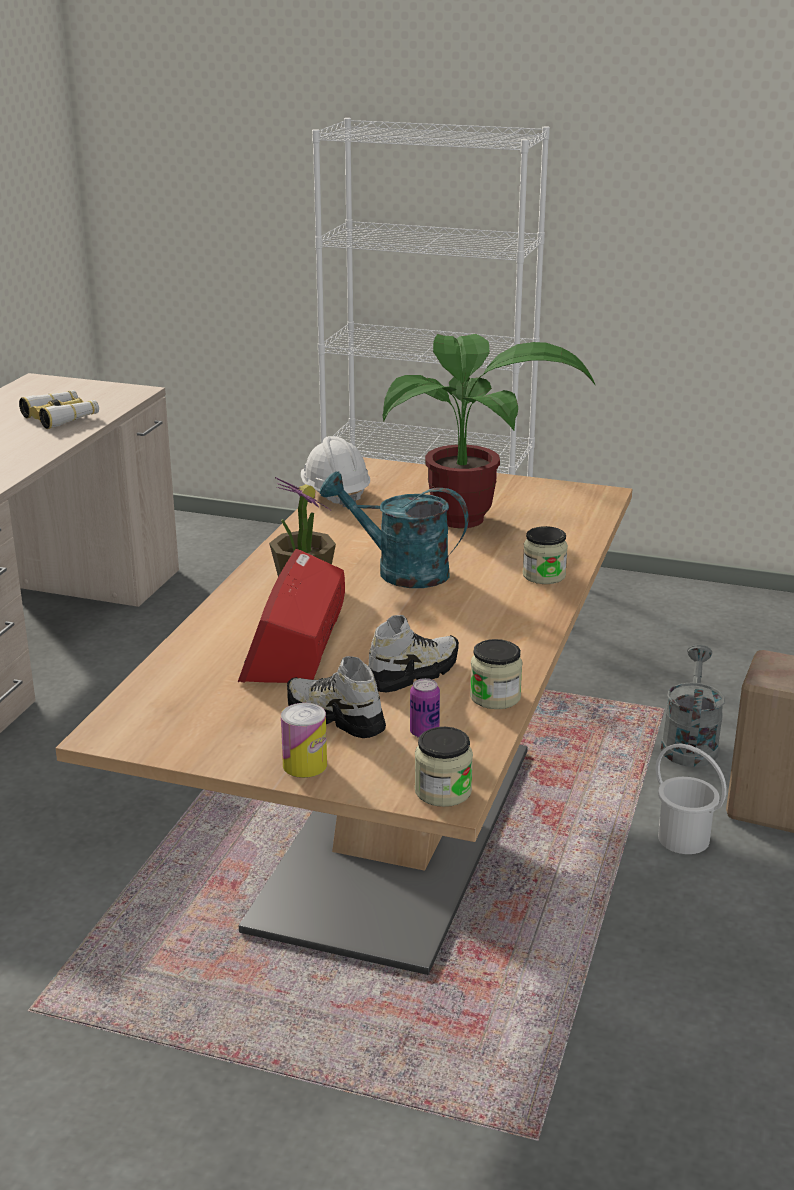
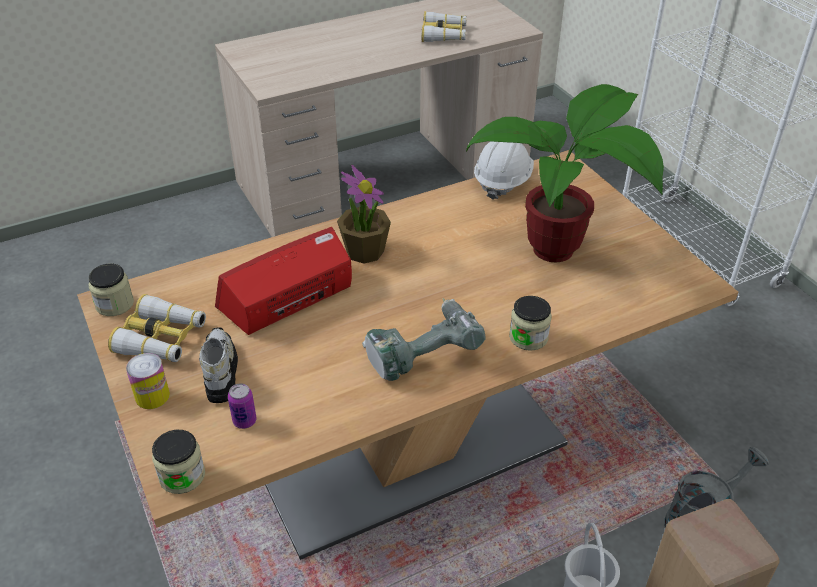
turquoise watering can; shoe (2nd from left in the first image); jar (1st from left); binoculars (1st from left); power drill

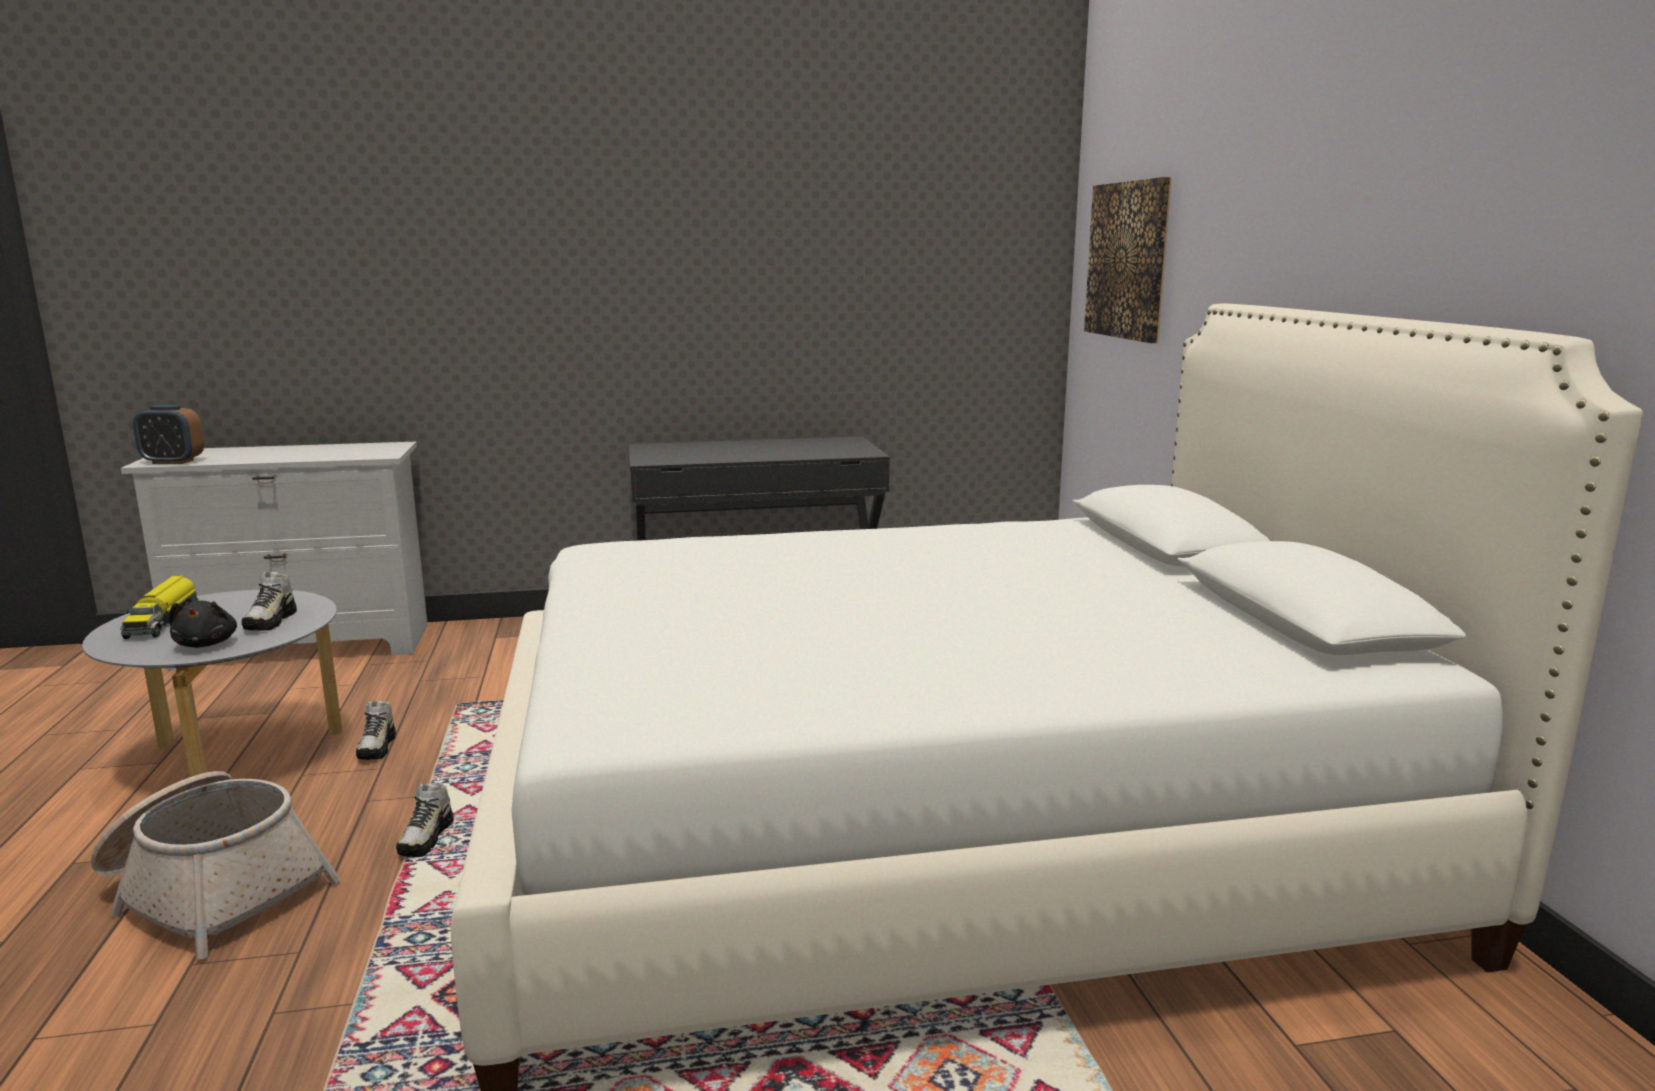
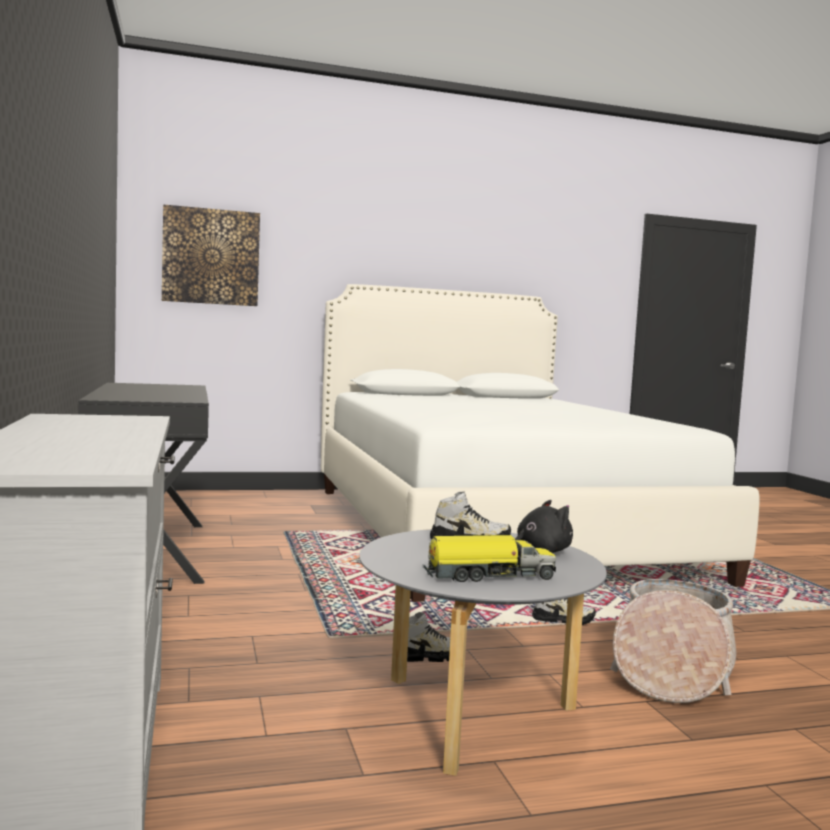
alarm clock

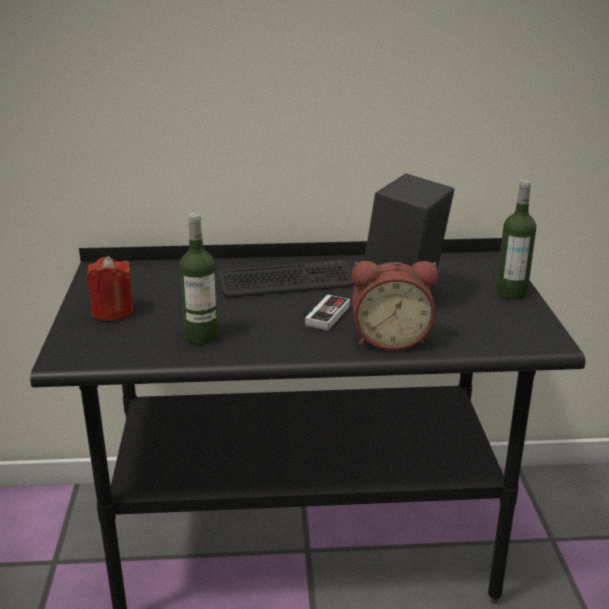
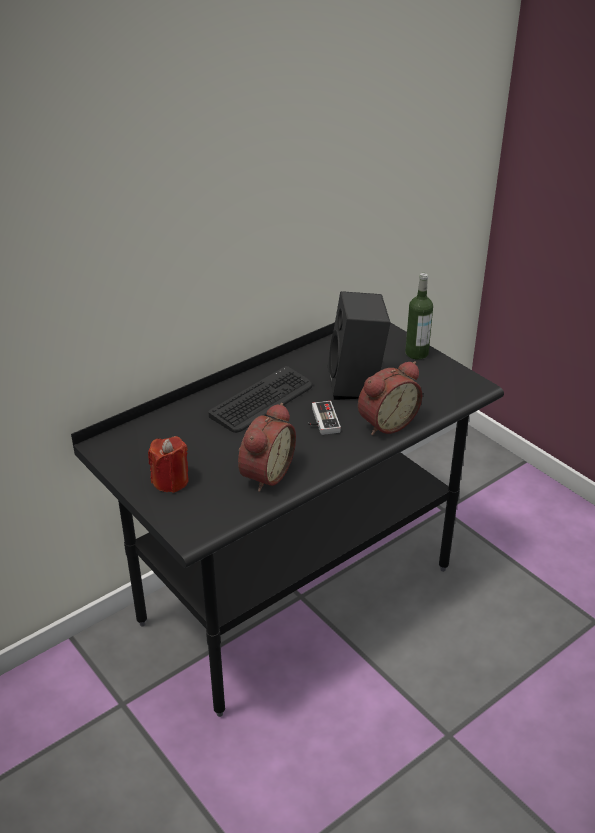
alarm clock (1st from left)

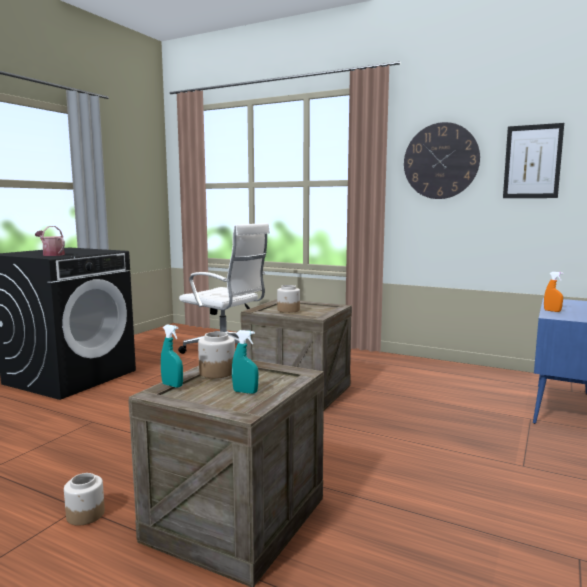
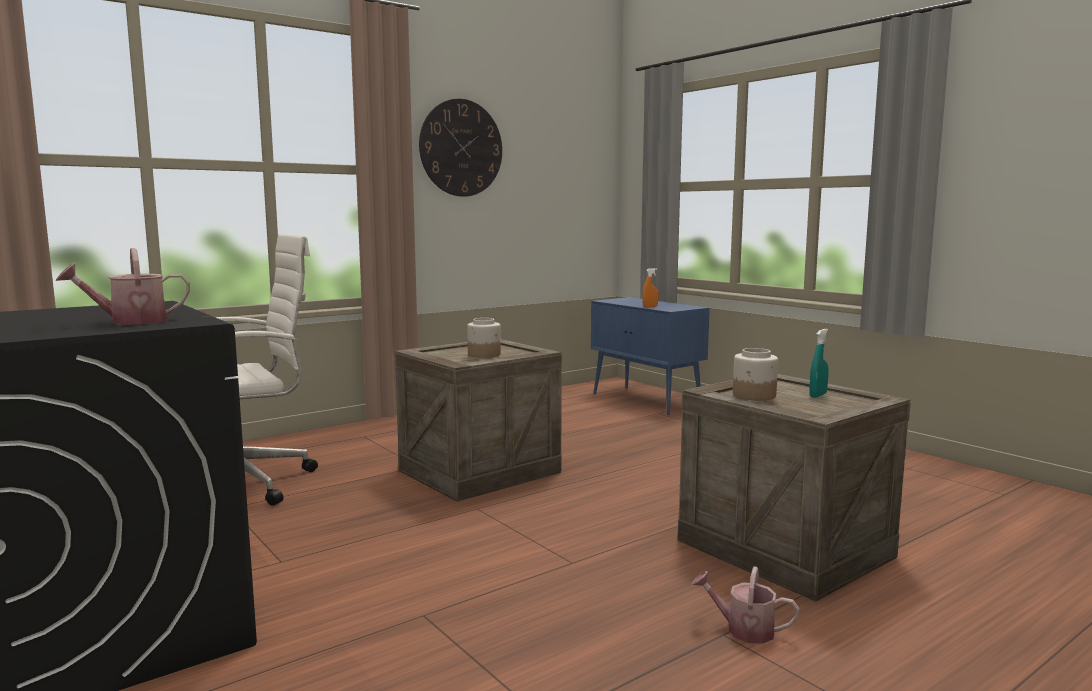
picture; turquoise spray bottle (1st from left in the first image); watering can (2nd from left)

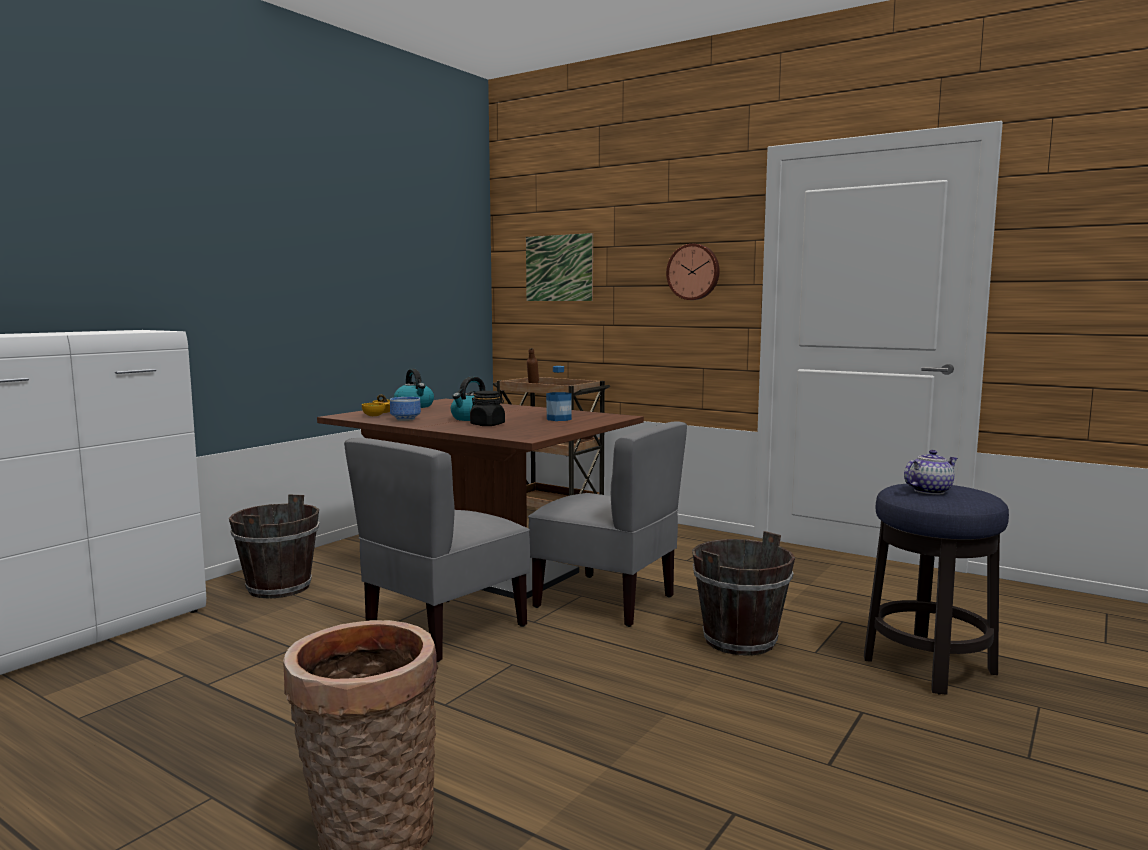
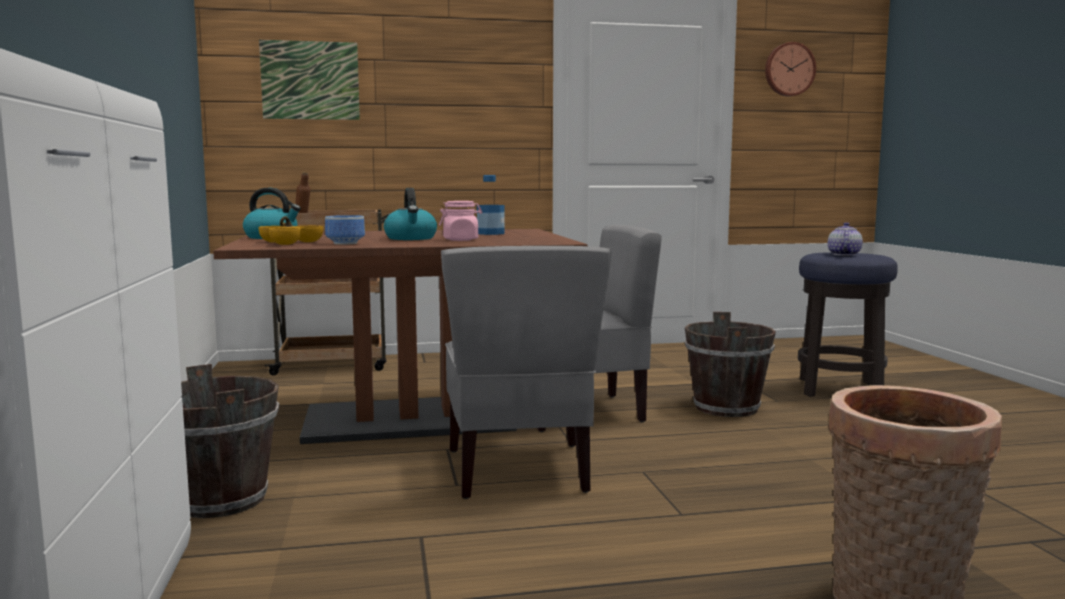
wall clock; pink jar

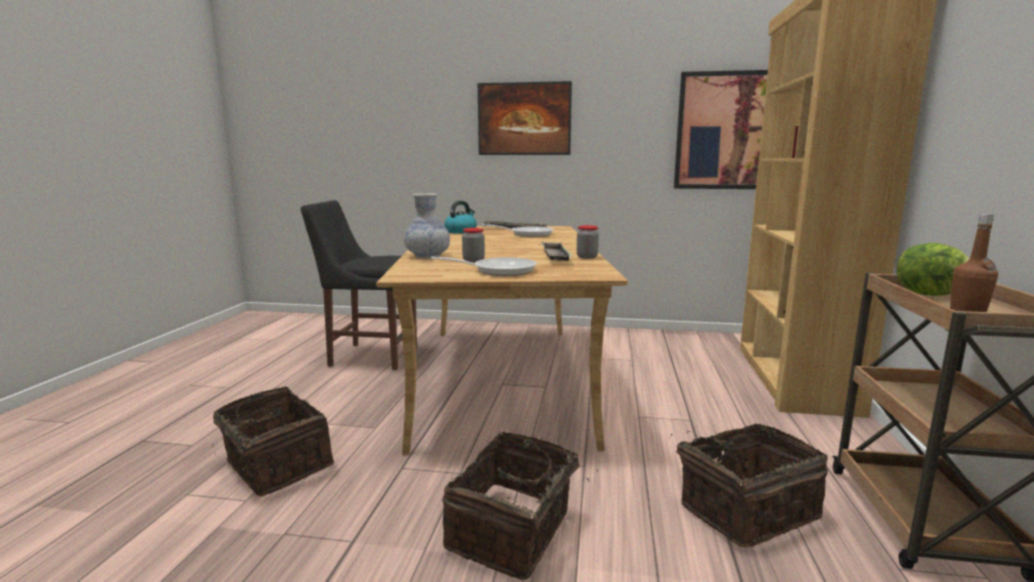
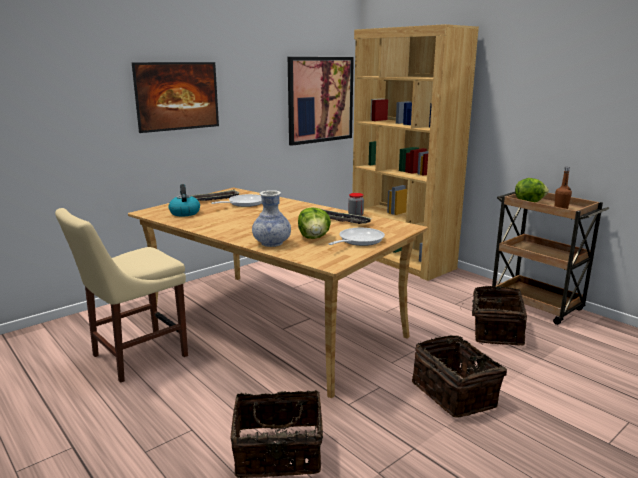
beige chair; lettuce (1st from left)

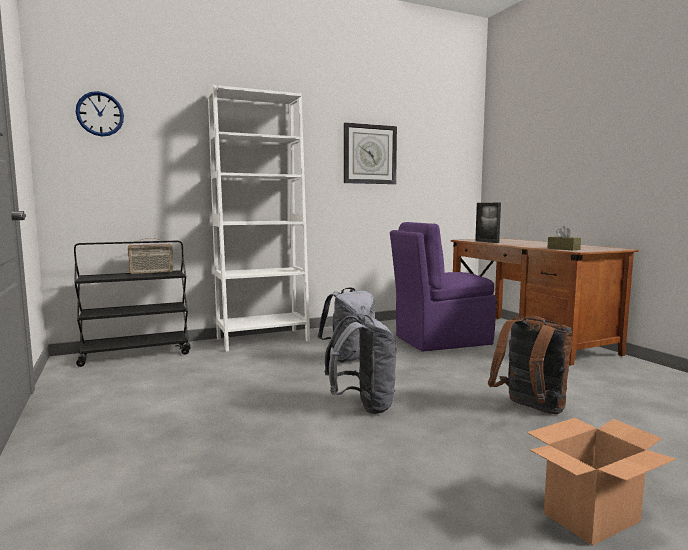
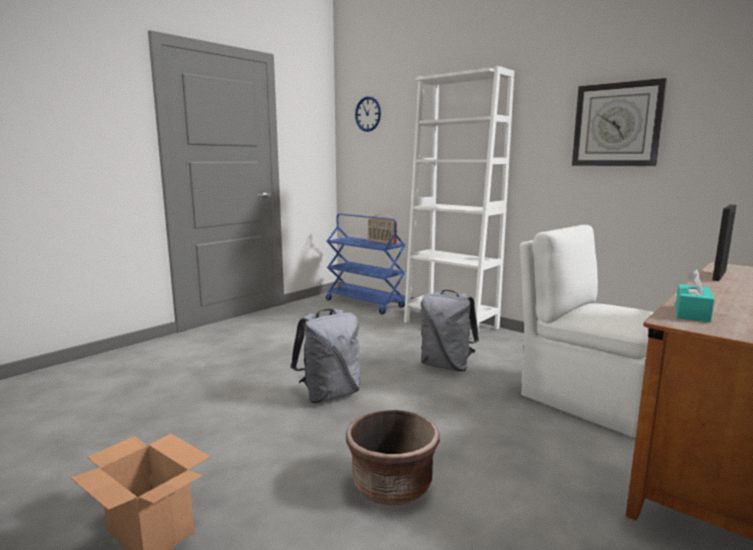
white chair; turquoise tissue box; blue cart; brown planter

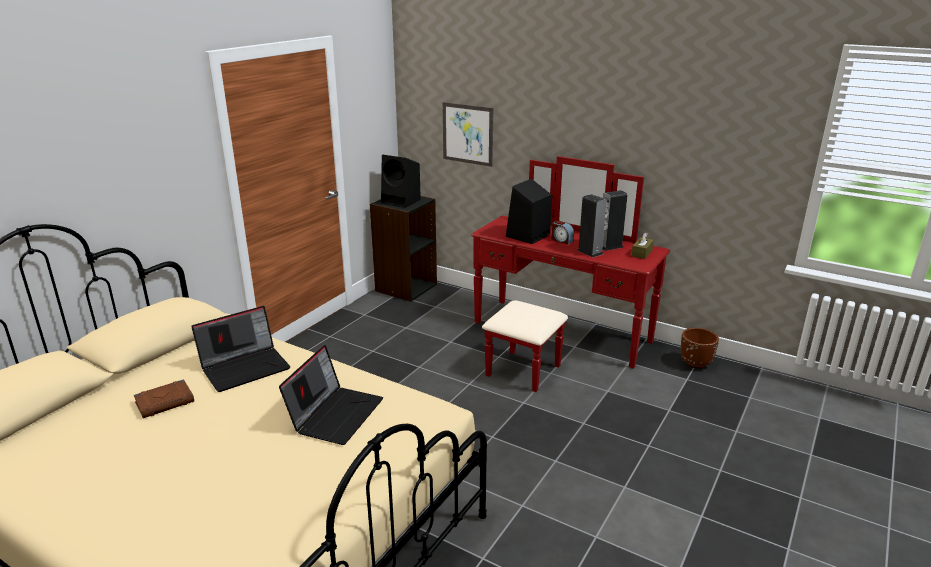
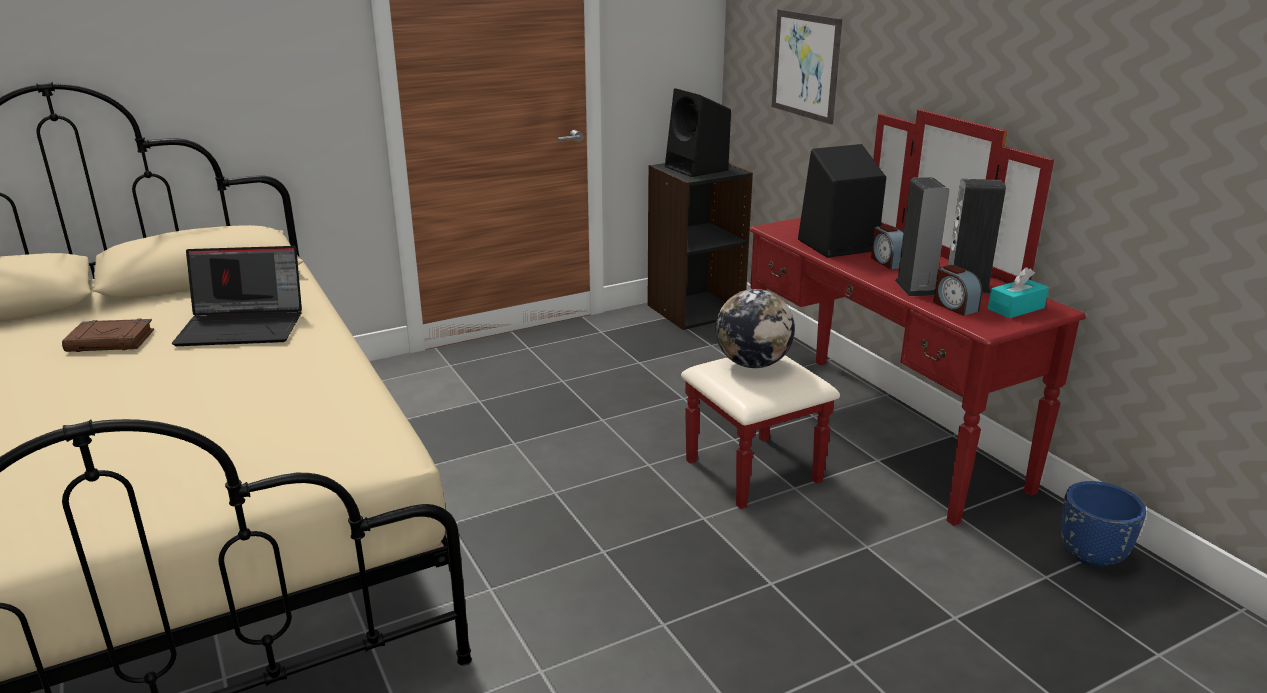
turquoise tissue box; blue planter; laptop (2nd from left in the first image); alarm clock (2nd from left); globe

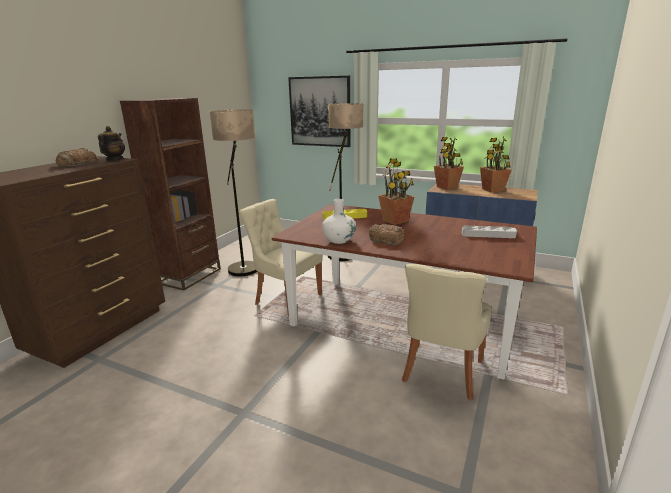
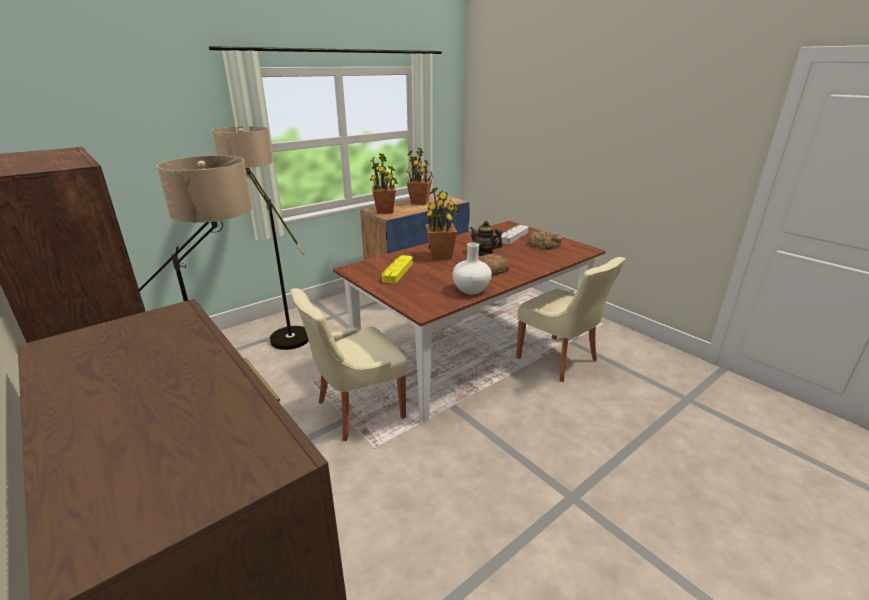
picture; teapot; bread (2nd from left)

